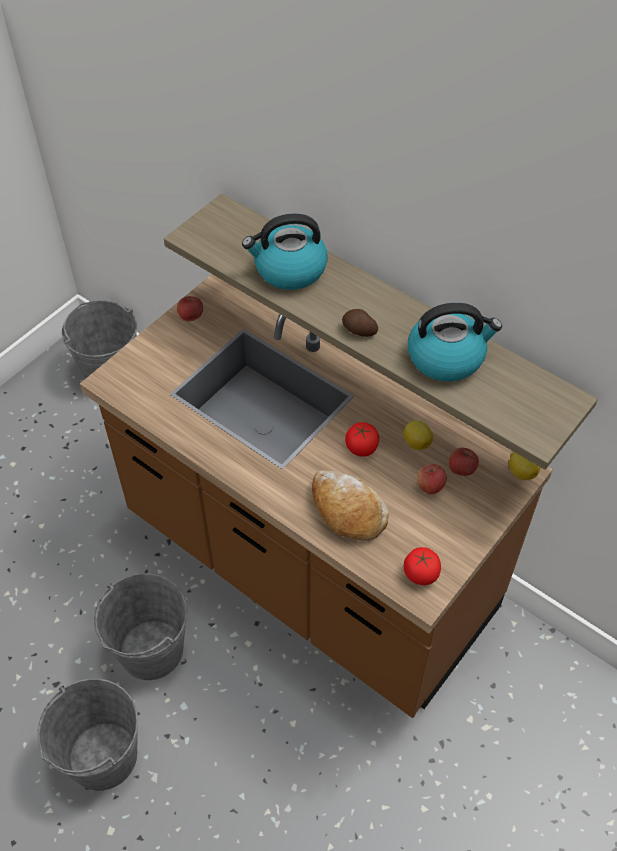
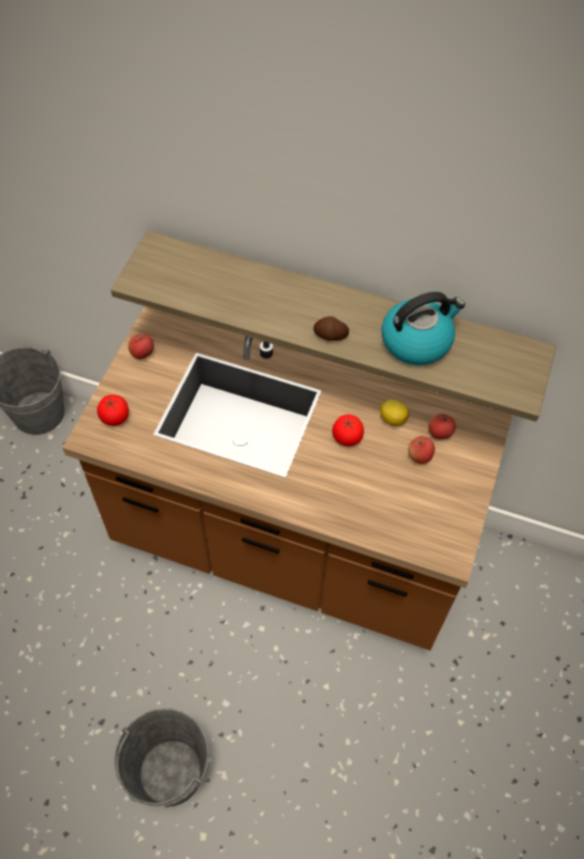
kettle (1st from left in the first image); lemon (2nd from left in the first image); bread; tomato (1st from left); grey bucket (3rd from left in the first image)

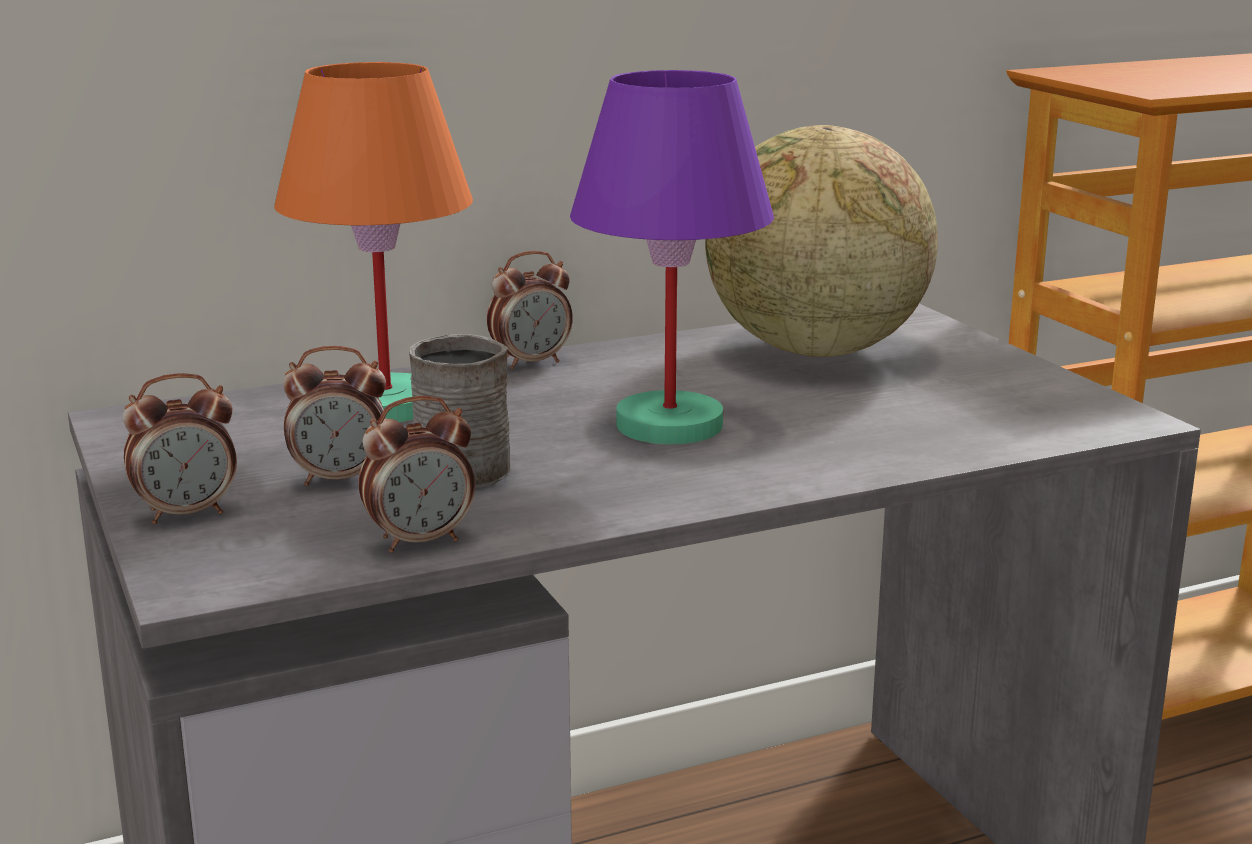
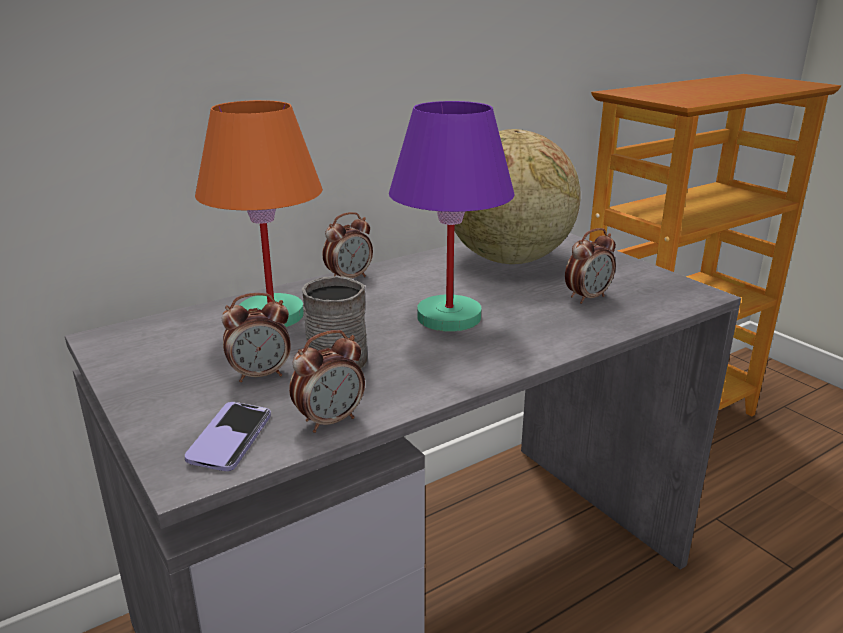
alarm clock (4th from left); phone

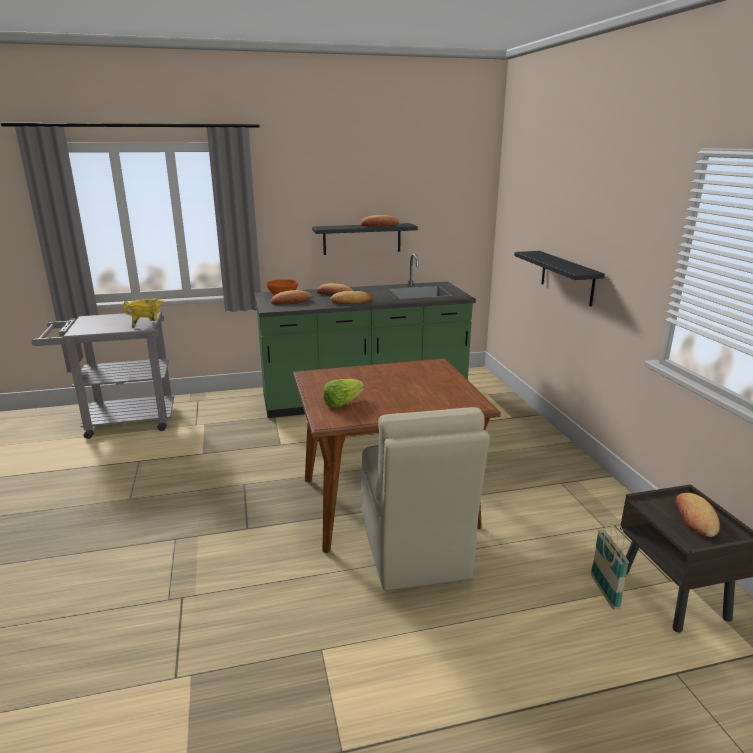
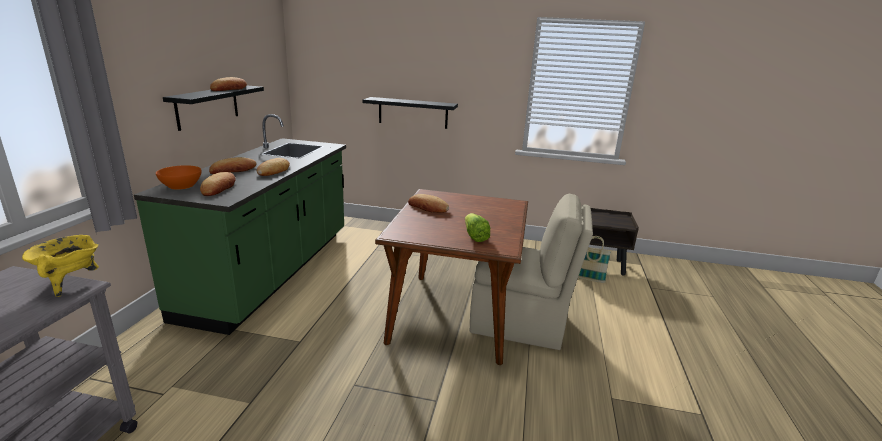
bread (5th from left)

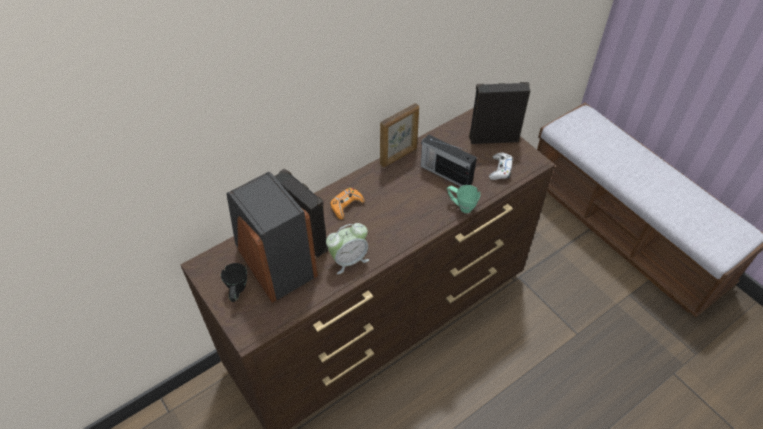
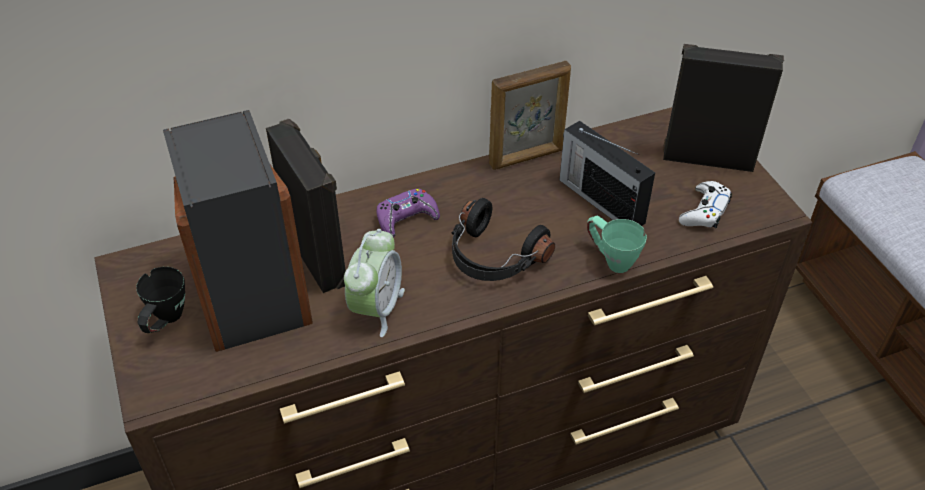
purple game controller; alarm clock; black headphones

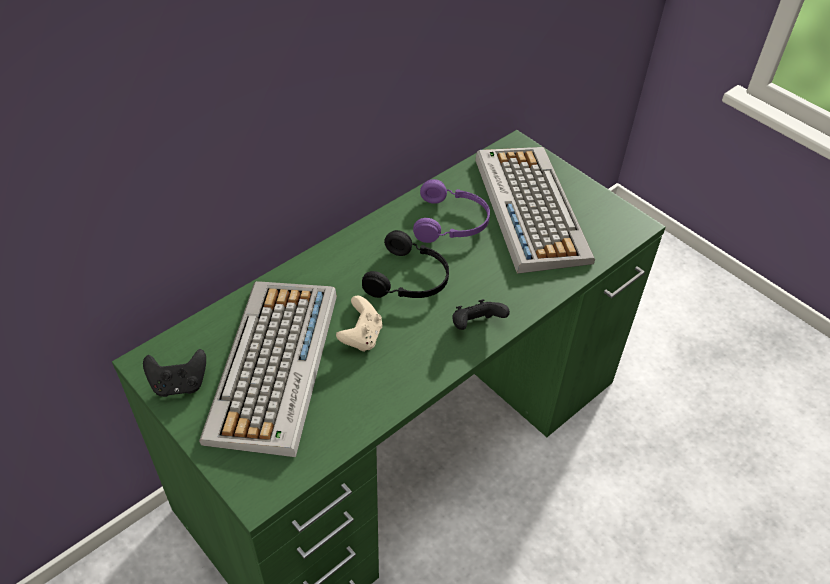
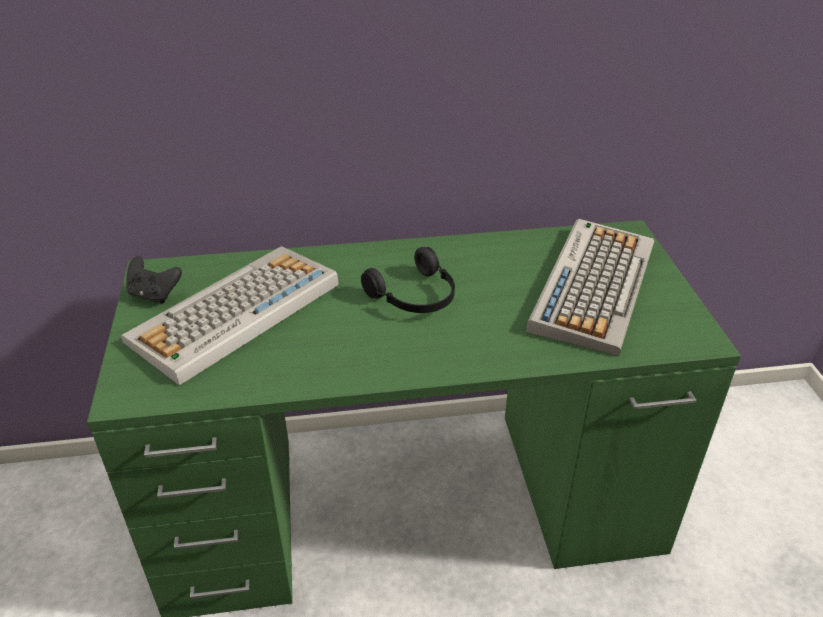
purple headphones; beige game controller; black game controller (2nd from left in the first image)

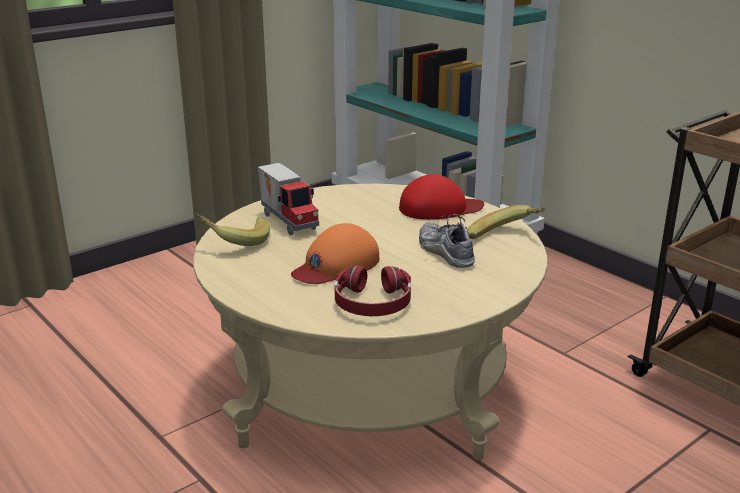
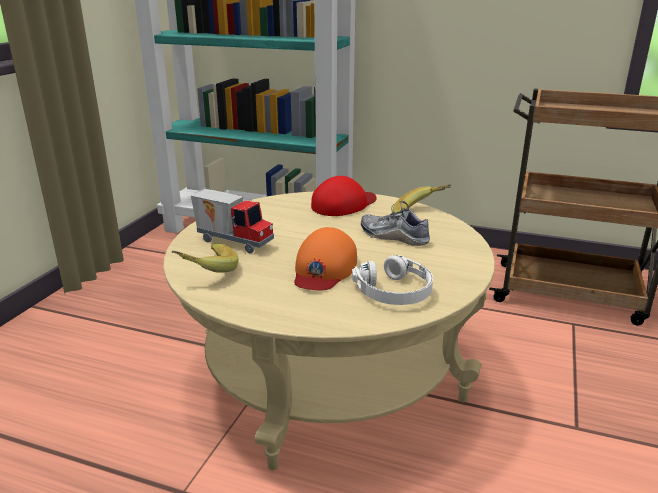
white headphones

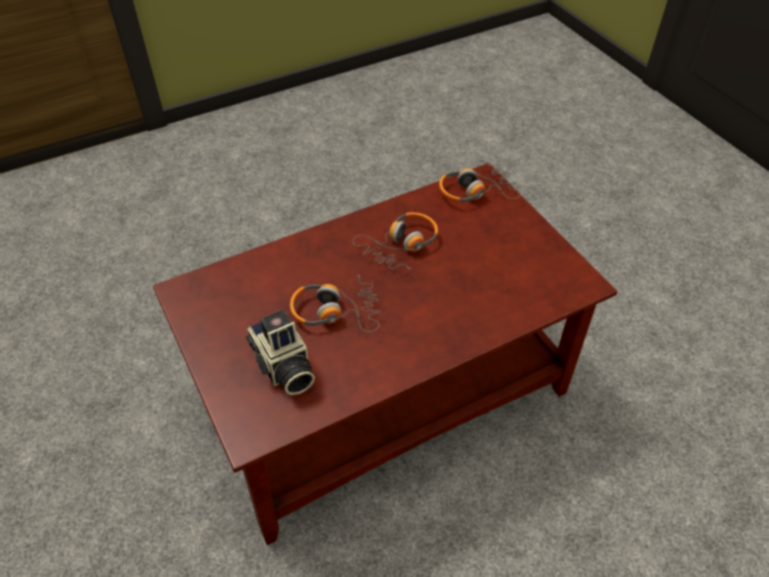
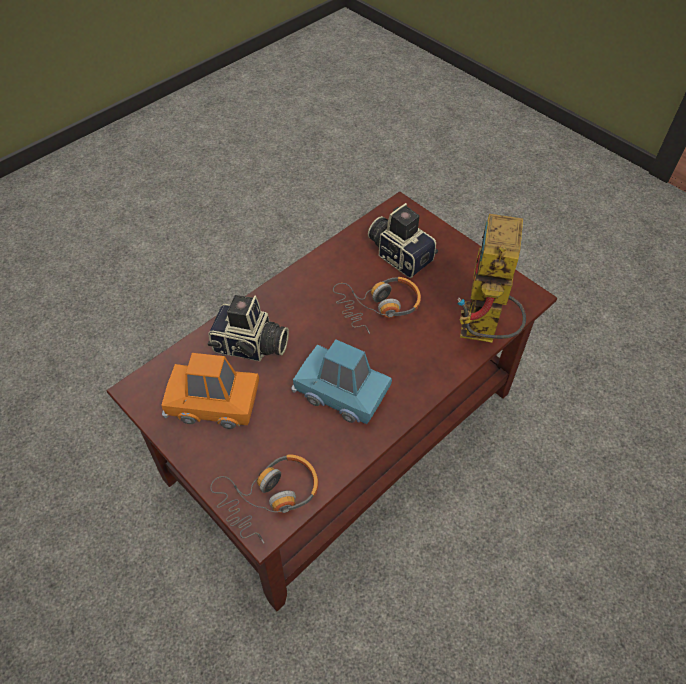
blue toy car; toy robot; photo camera (1st from left); orange toy car

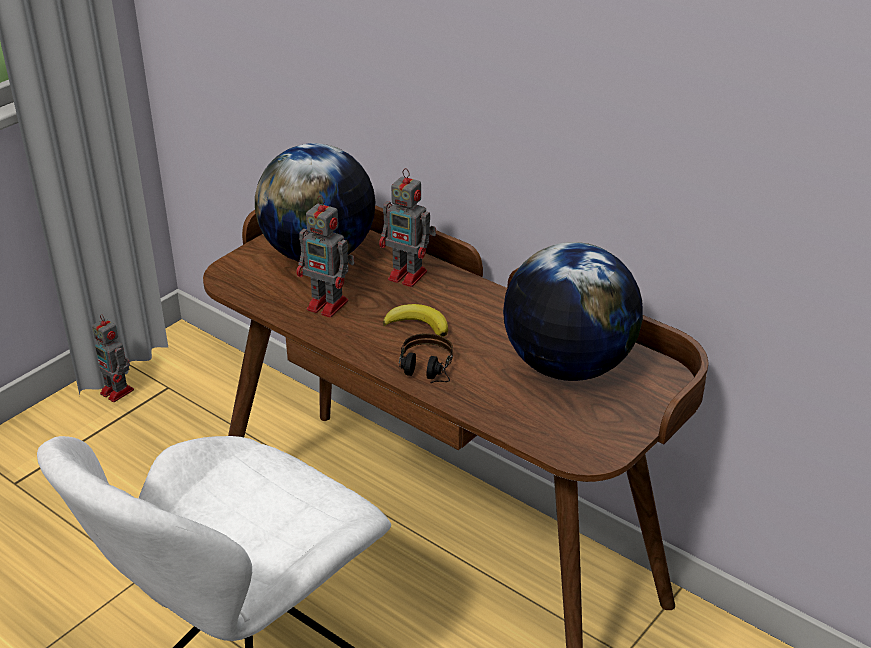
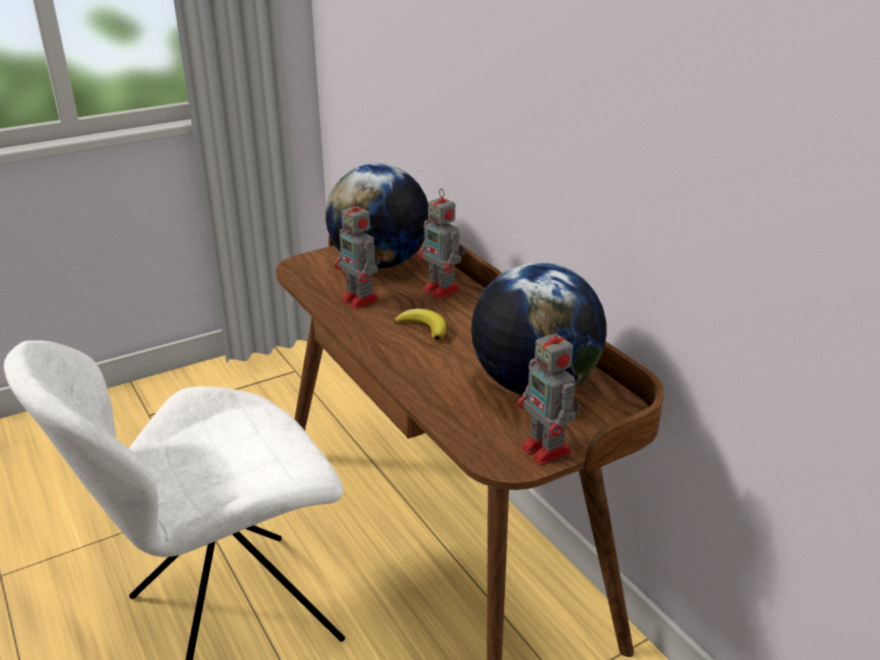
toy robot (3rd from left); headphones

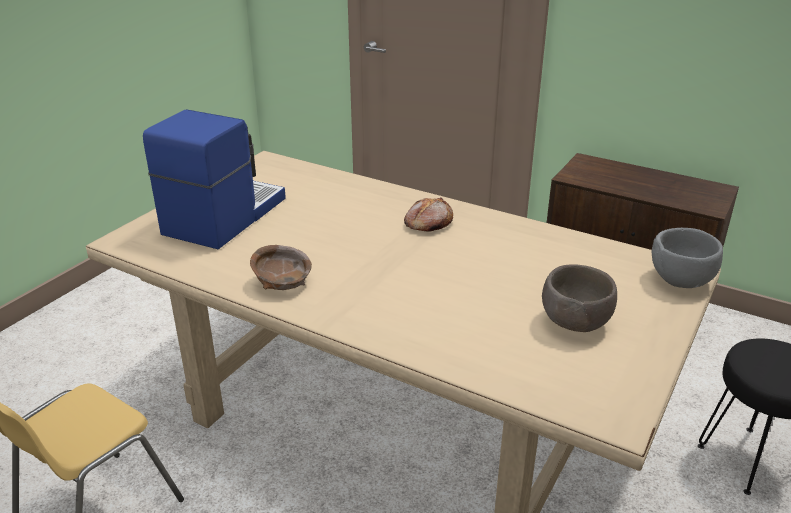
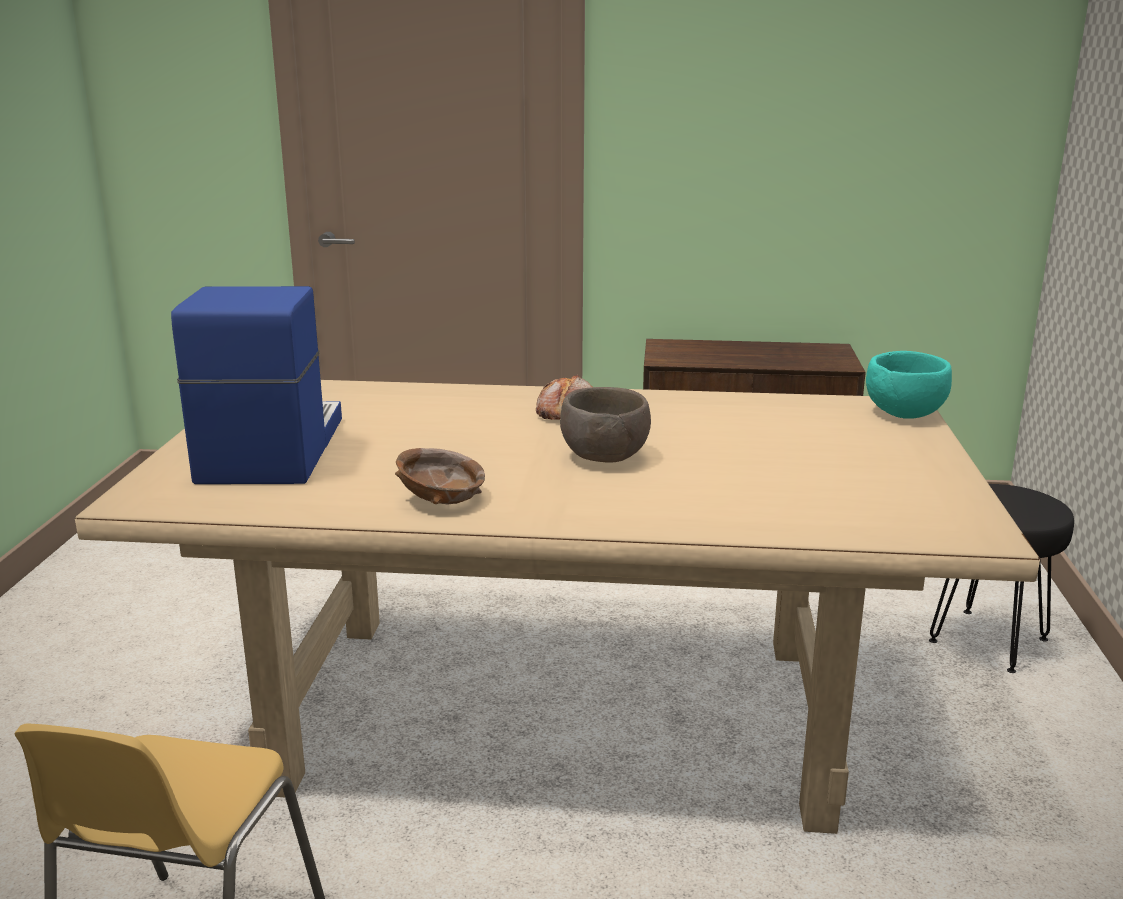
turquoise bowl; brown bowl (2nd from left)

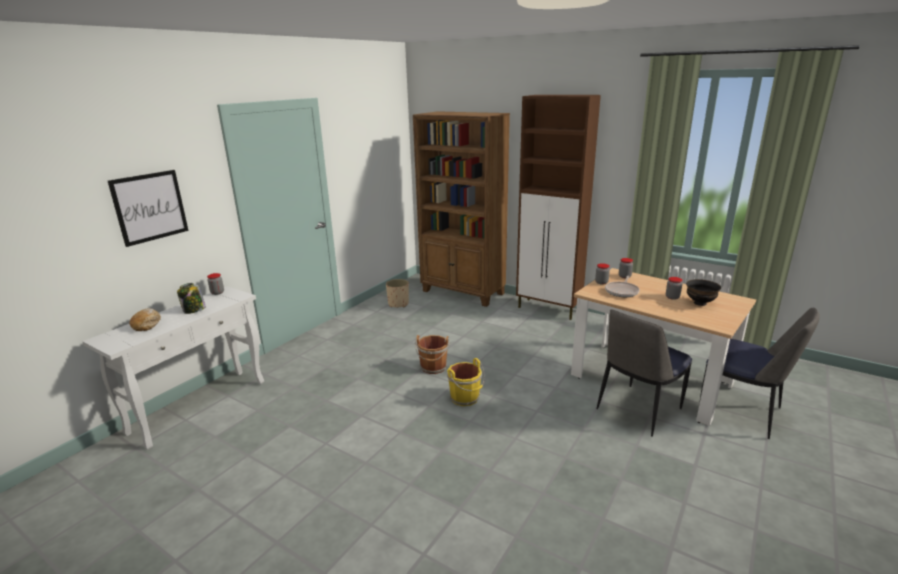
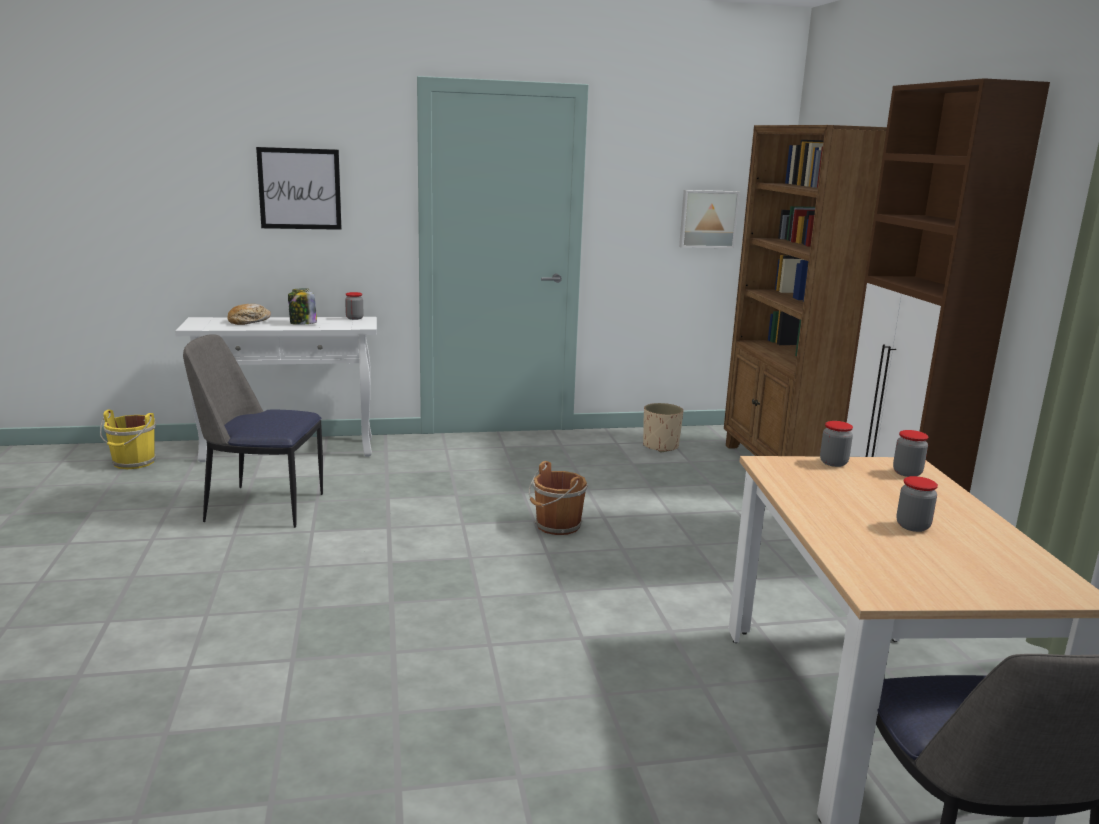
frying pan; black bowl; chair (1st from left); yellow bucket; picture (2nd from left)

